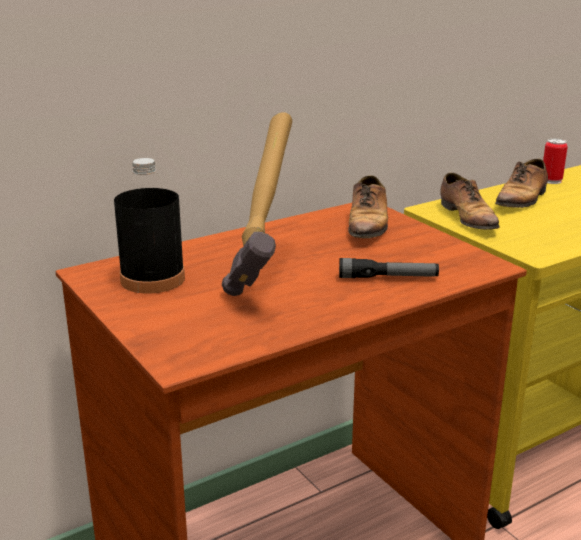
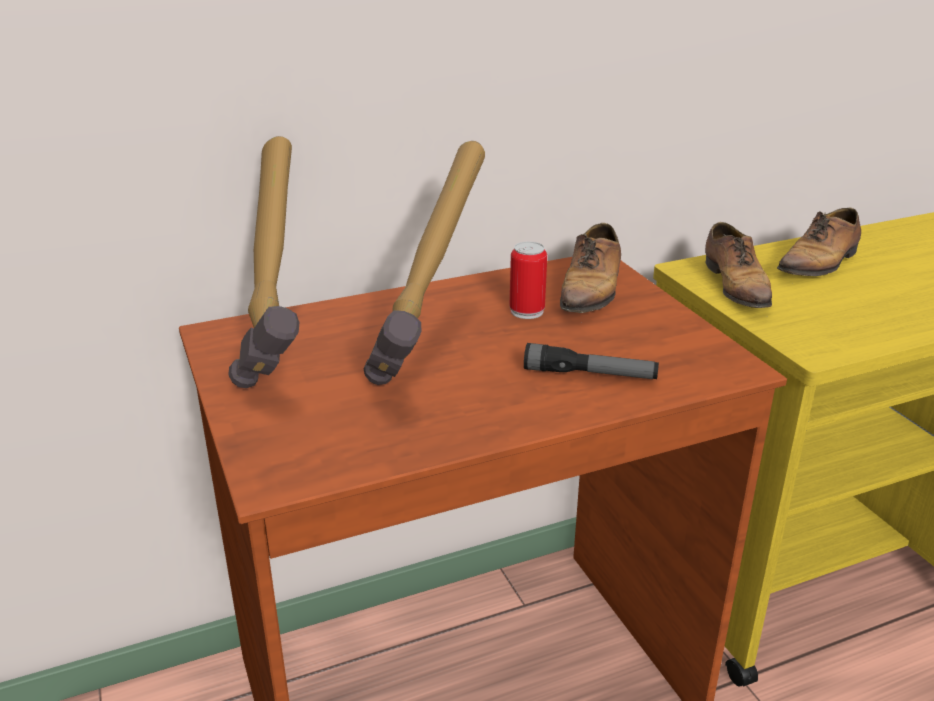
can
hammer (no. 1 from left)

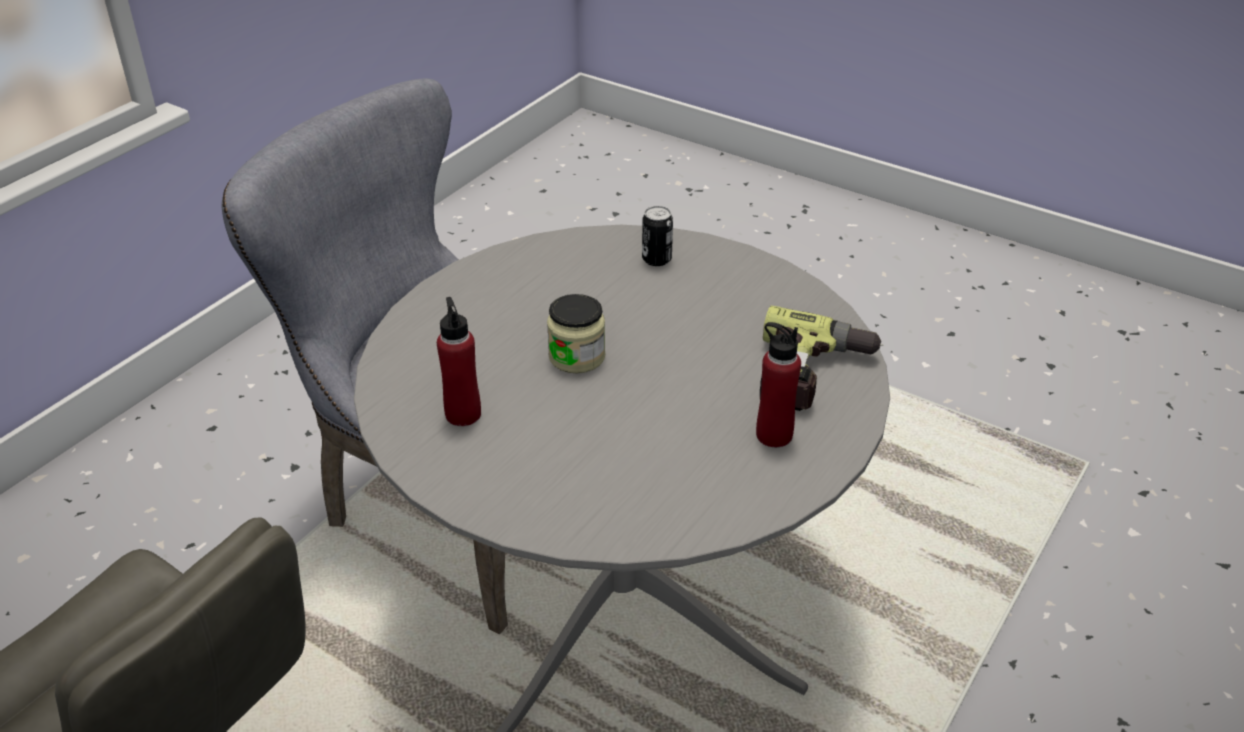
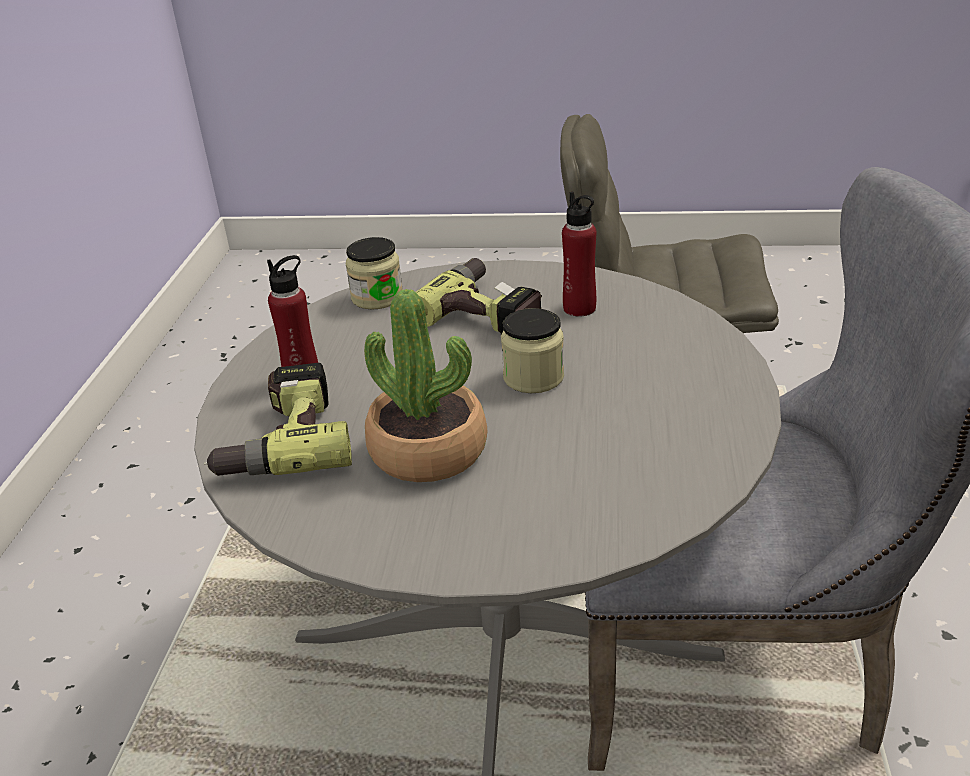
can
jar (no. 1 from left)
potted plant
power drill (no. 2 from left)

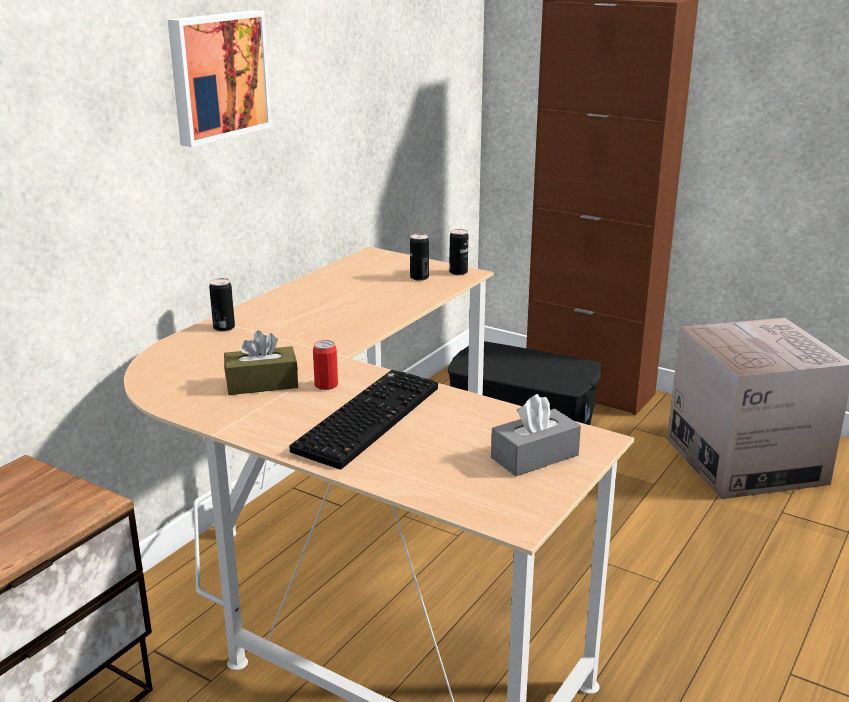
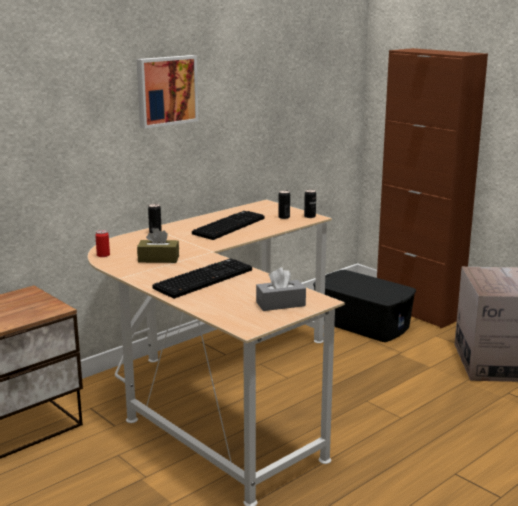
keyboard (no. 2 from left)
can (no. 1 from left)

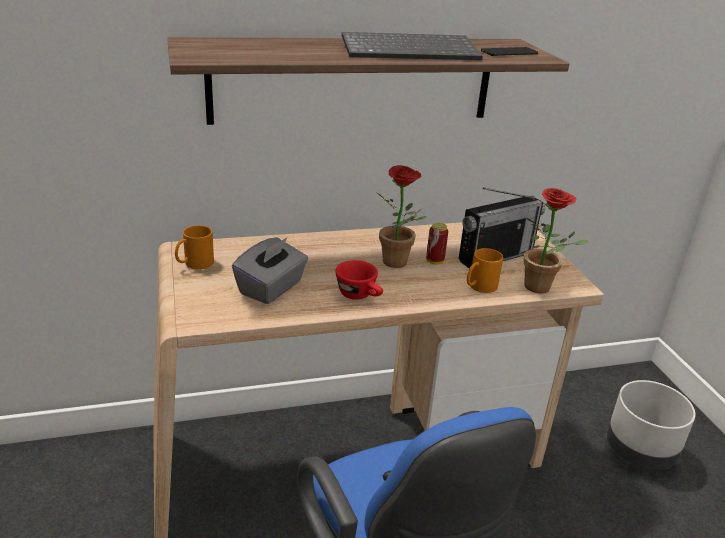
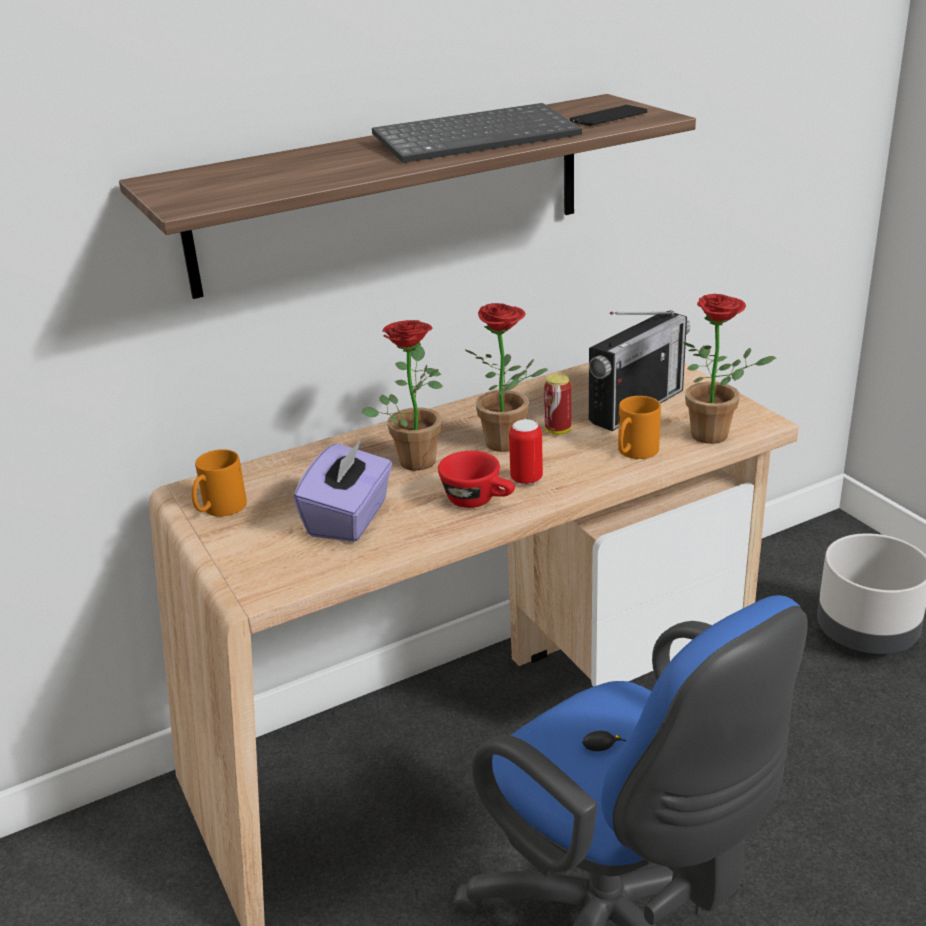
potted plant (no. 1 from left)
can (no. 1 from left)
purple tissue box

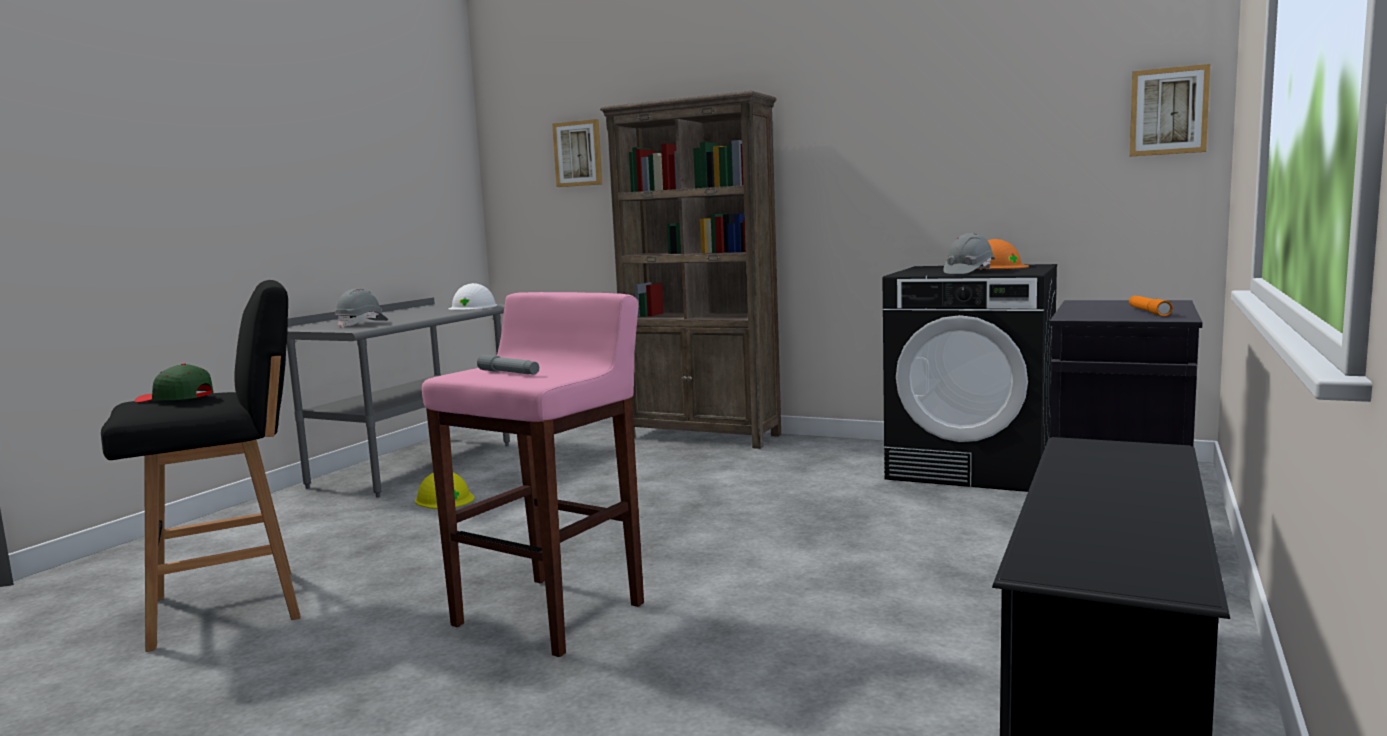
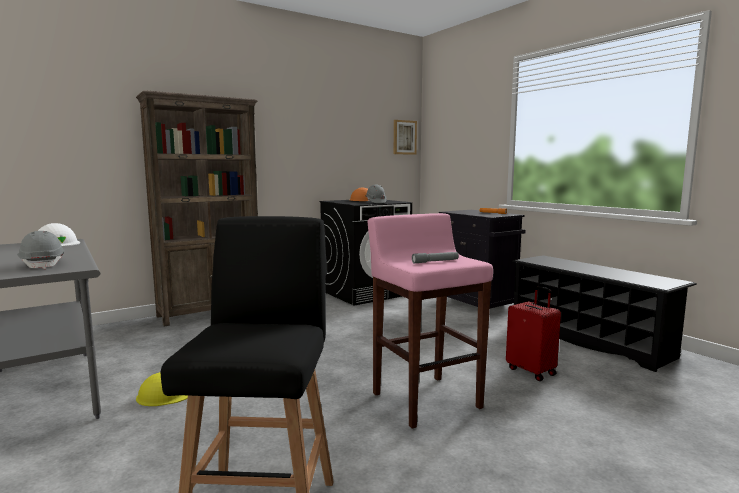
green cap
picture (no. 1 from left in the first image)
red suitcase

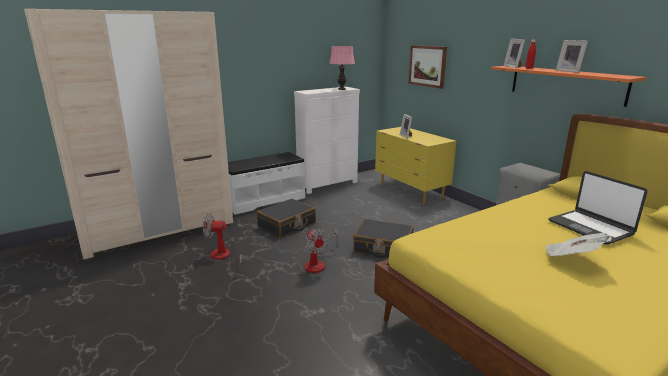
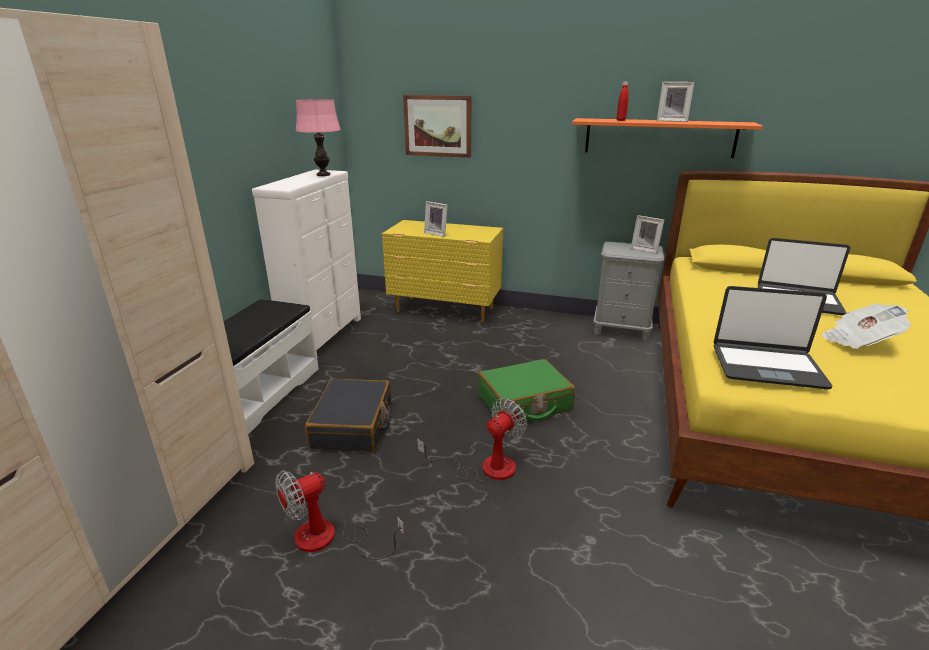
laptop (no. 1 from left)
picture frame (no. 2 from left)
green suitcase
fan (no. 2 from left)

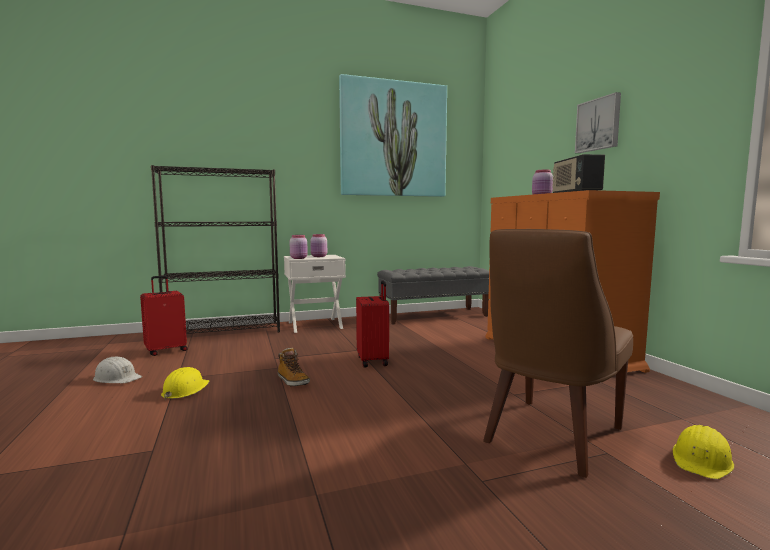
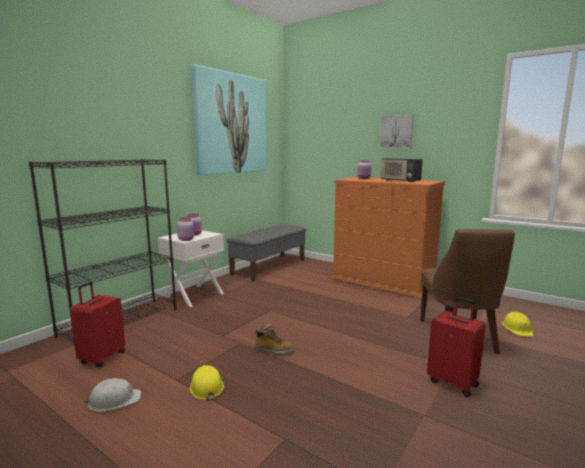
red suitcase (no. 2 from left)

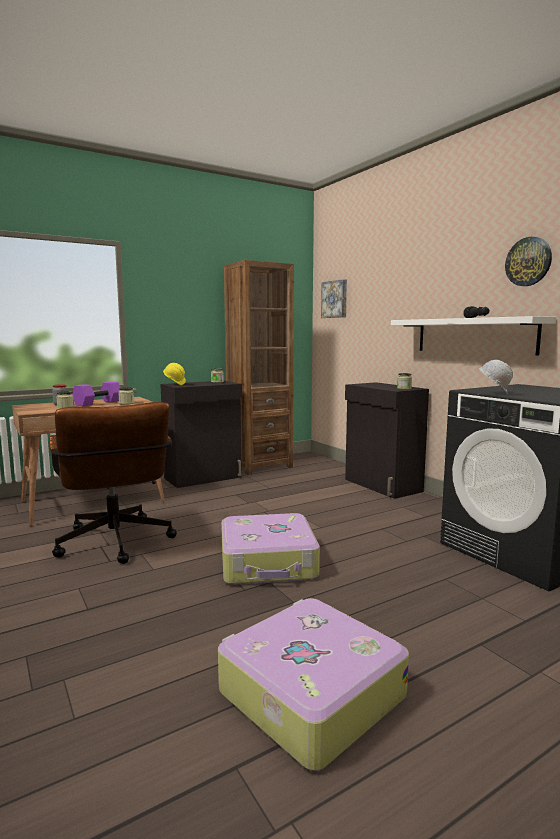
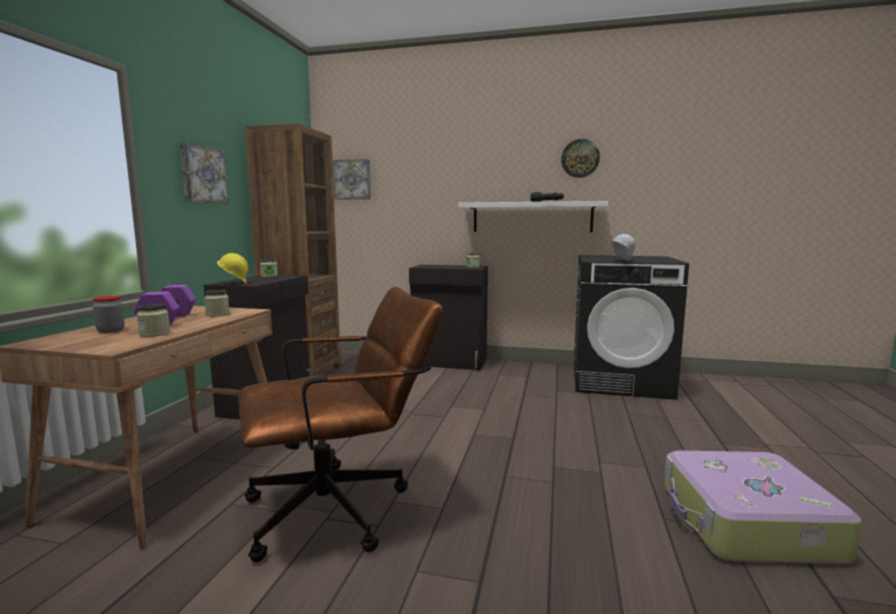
suitcase (no. 1 from left in the first image)
picture (no. 1 from left)
brown office chair

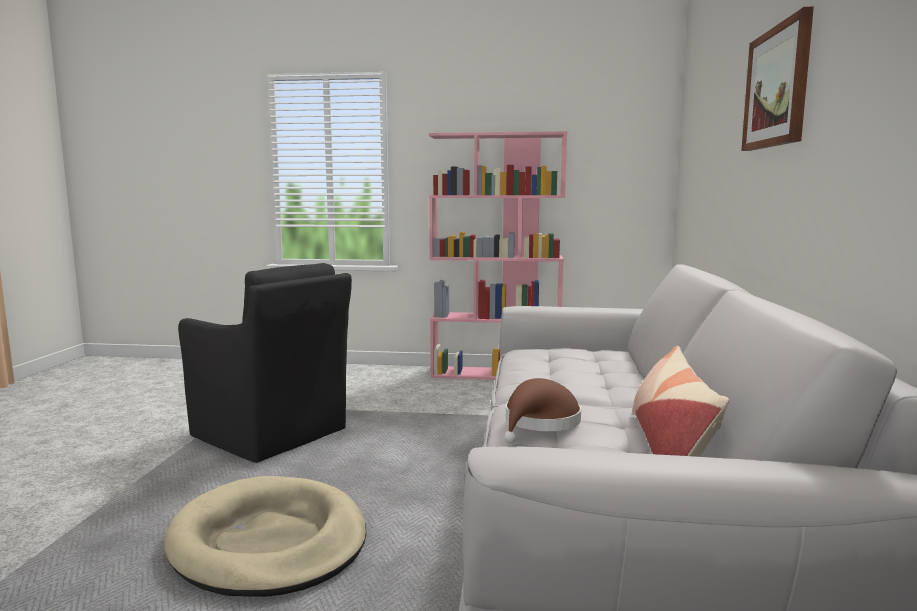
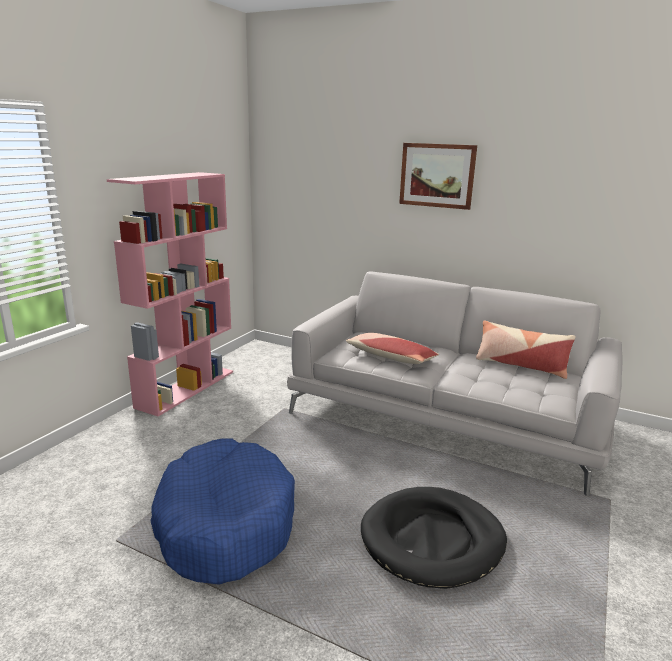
brown hat
pillow (no. 1 from left)
blue dog bed
black dog bed

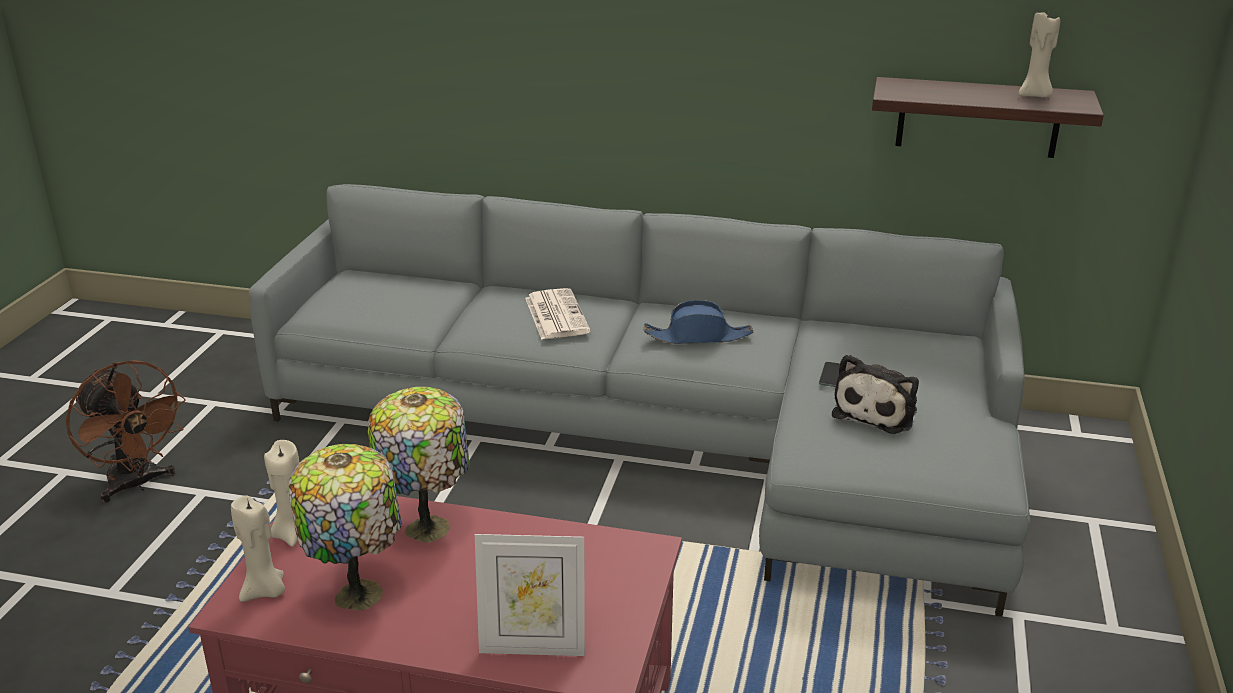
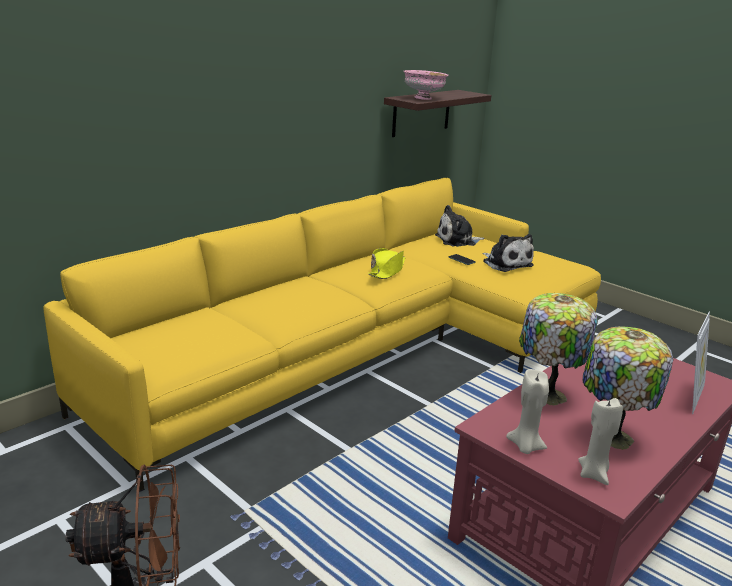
newspaper
beige candle (no. 3 from left in the first image)
pink bowl
plush toy (no. 1 from left)
yellow sofa
yellow hat

